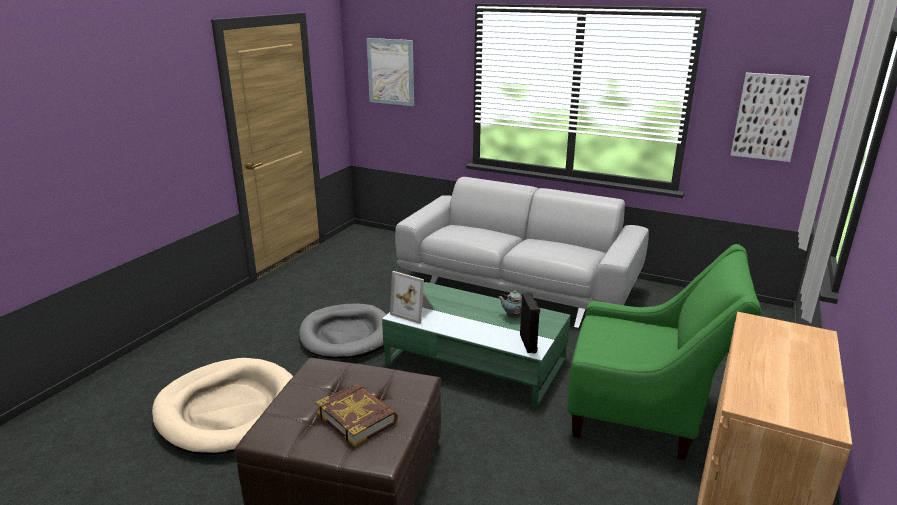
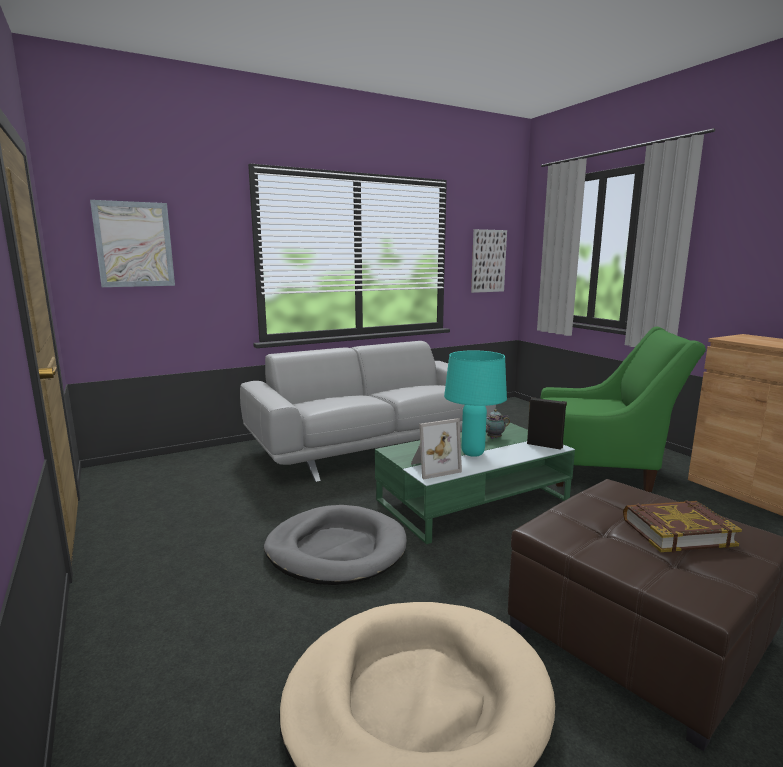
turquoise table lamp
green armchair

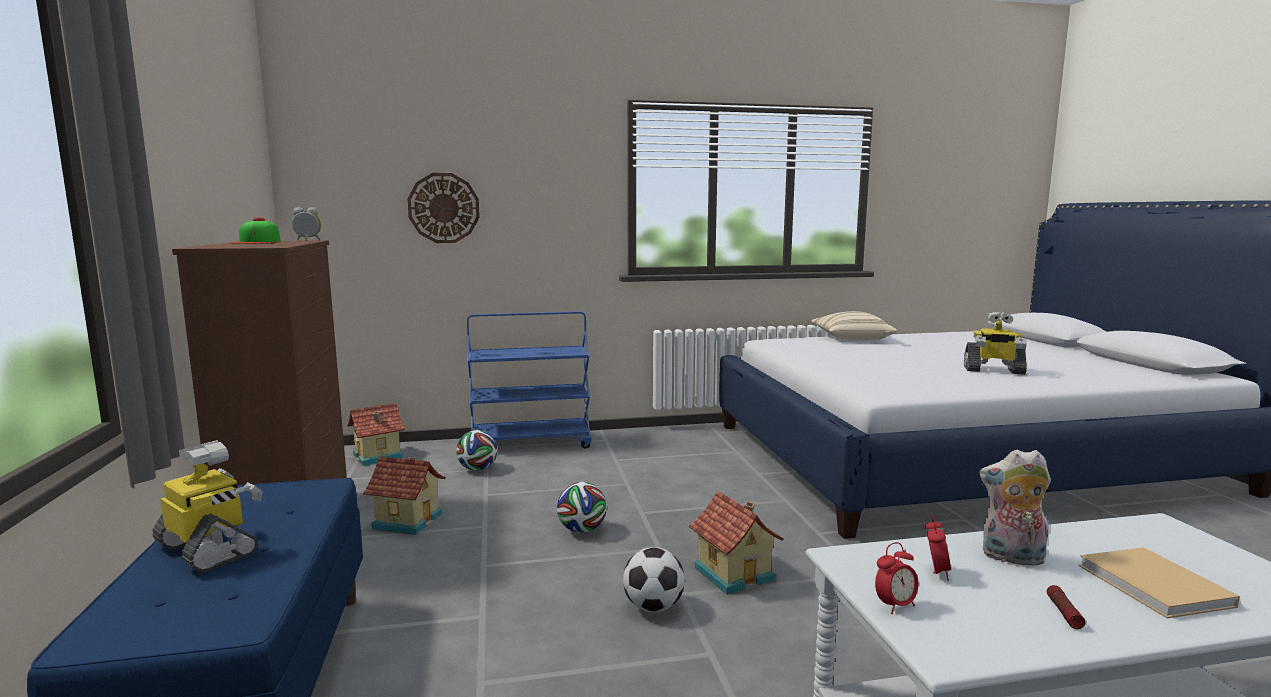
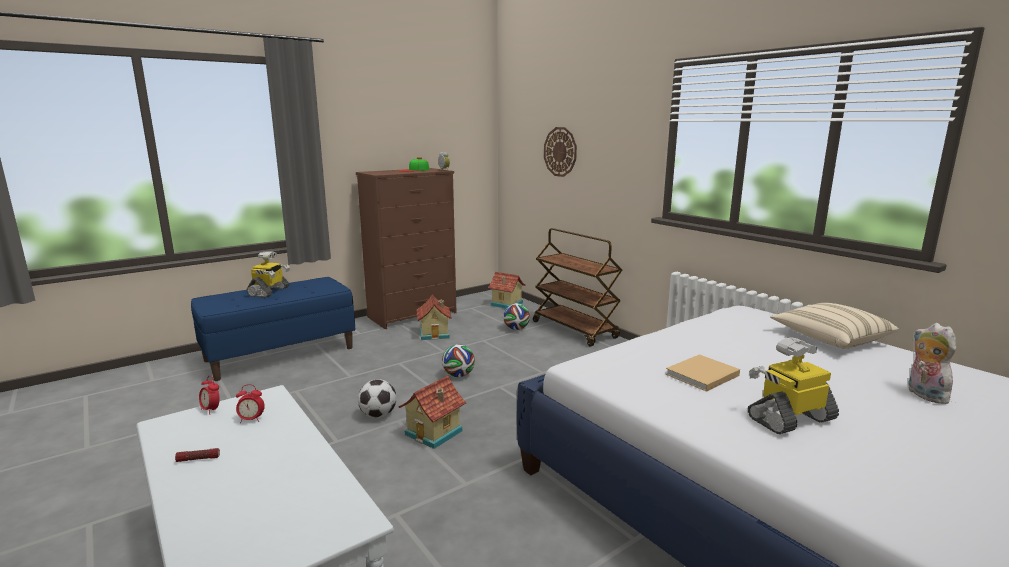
plush toy
beige book
brown cart
toy robot (no. 2 from left)

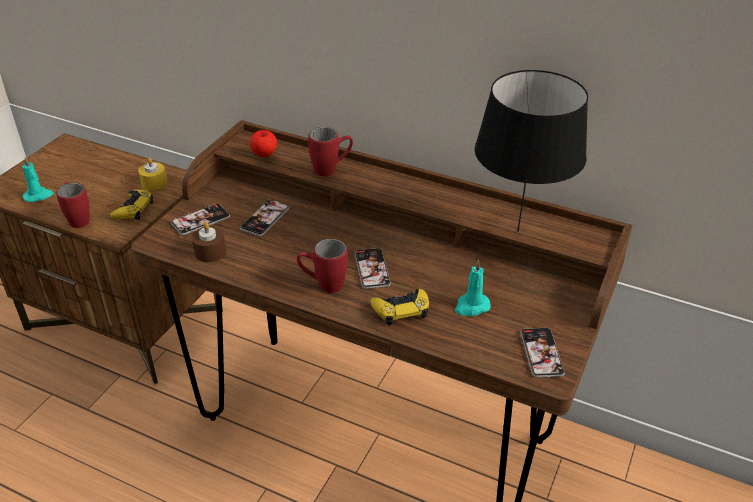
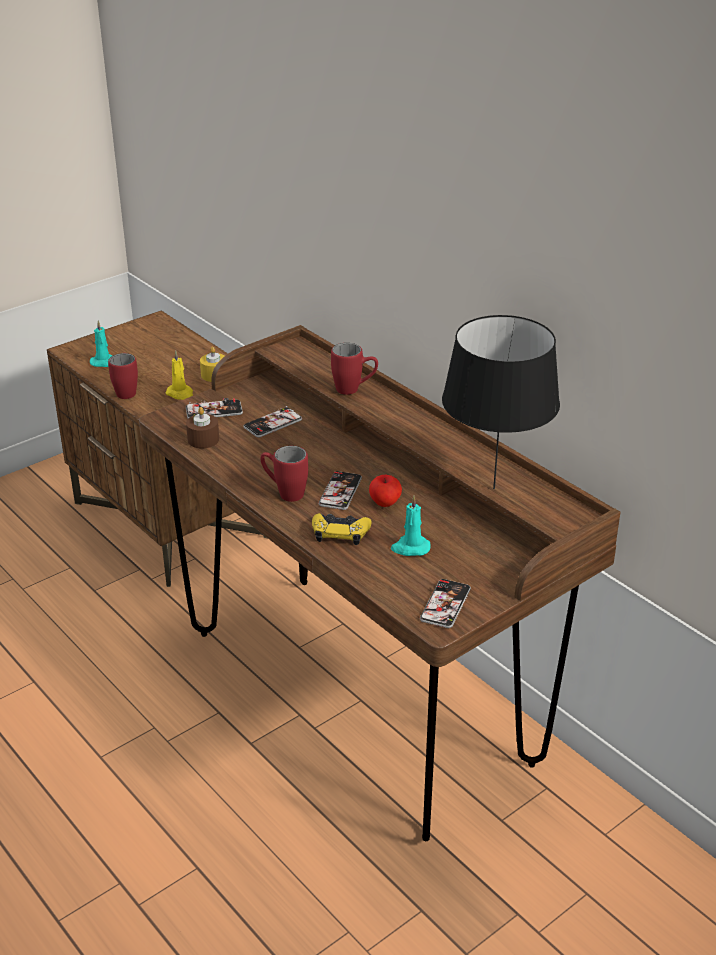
apple
yellow candle (no. 1 from left)

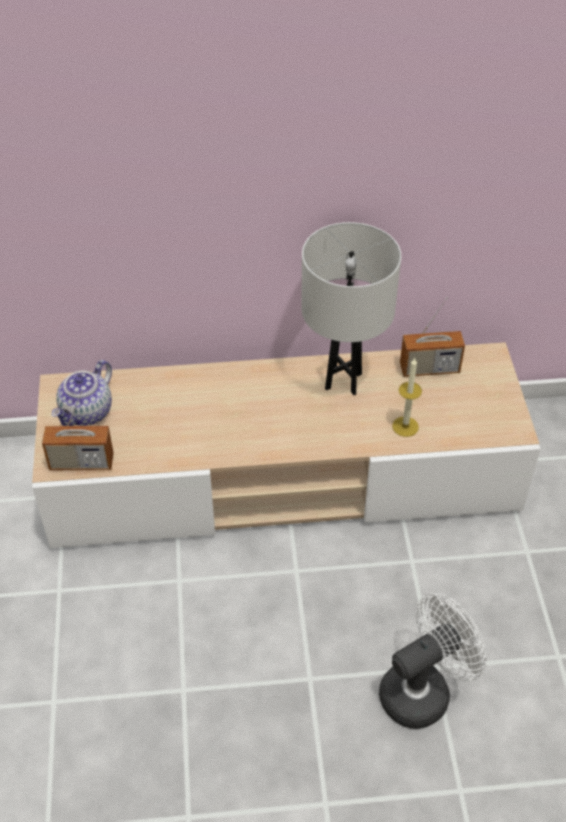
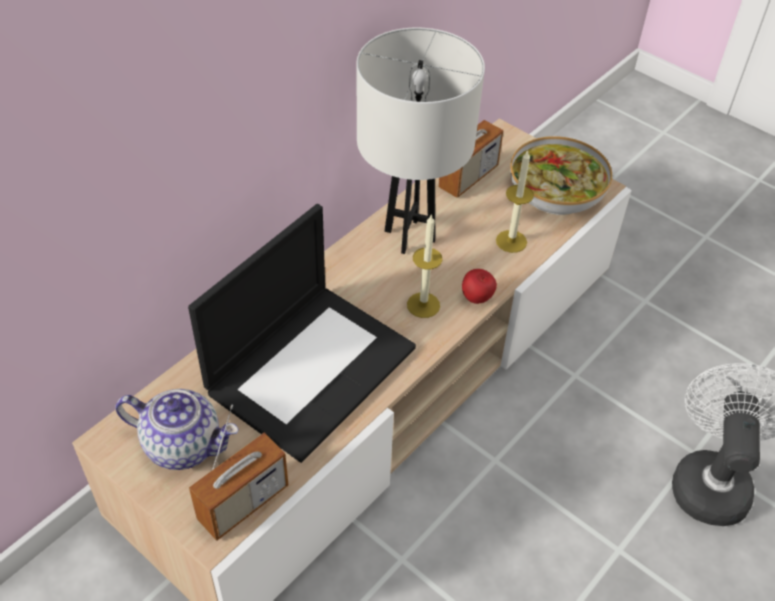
laptop
candle (no. 1 from left)
apple
bowl
teapot

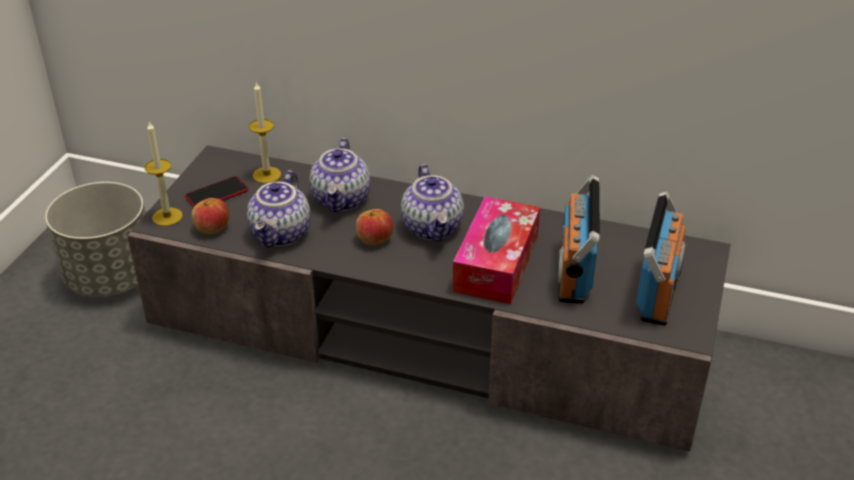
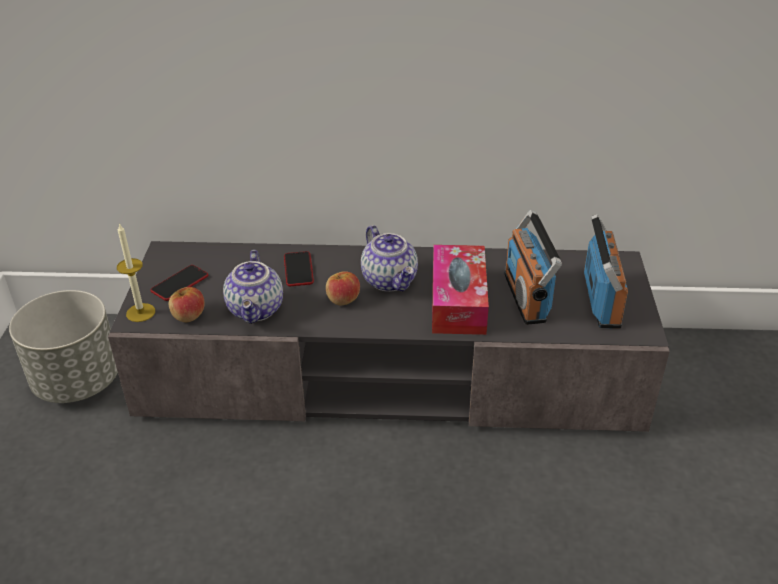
candle (no. 2 from left in the first image)
phone (no. 2 from left)

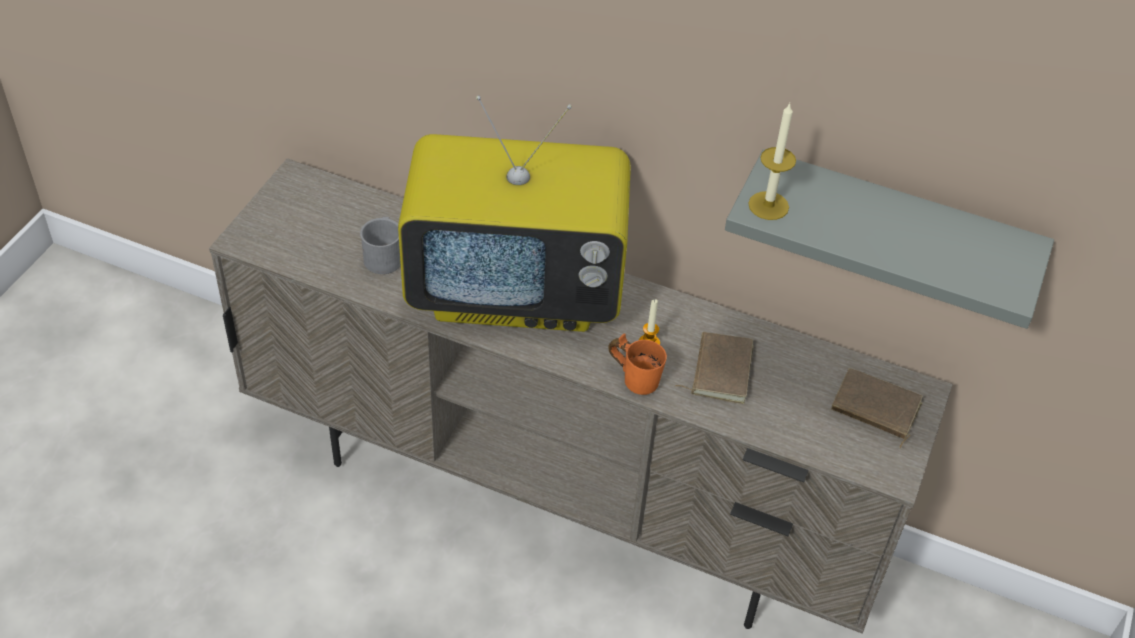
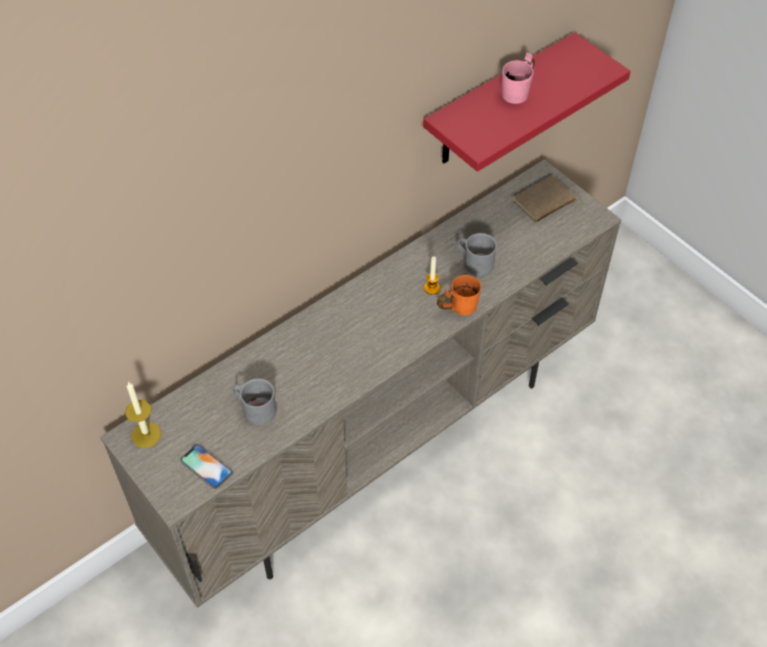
television
phone
pink mug
candle (no. 1 from left)
grey mug (no. 2 from left)
red shelf

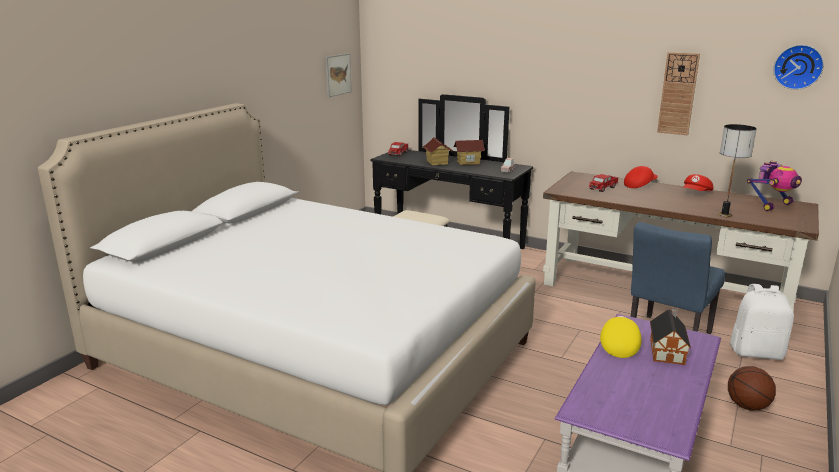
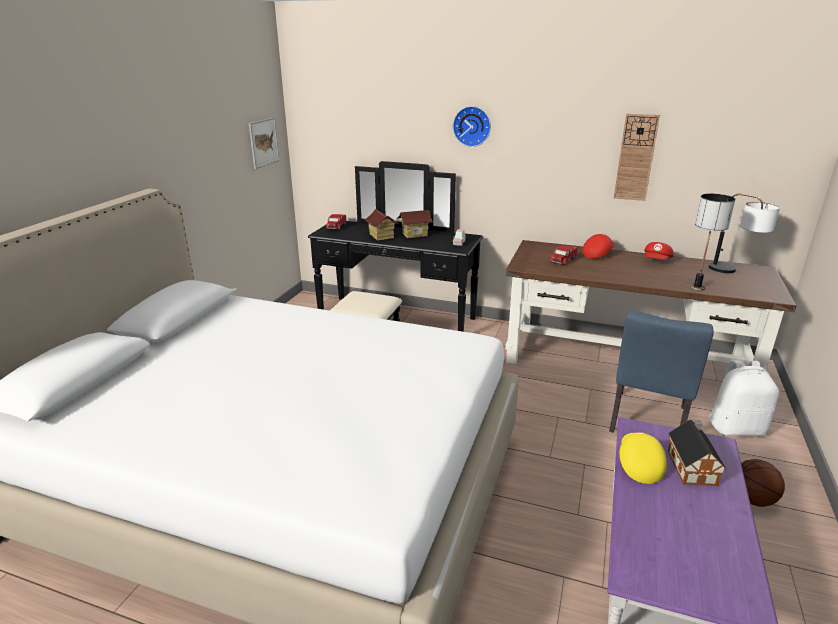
wall clock (no. 1 from left)
table lamp (no. 2 from left)

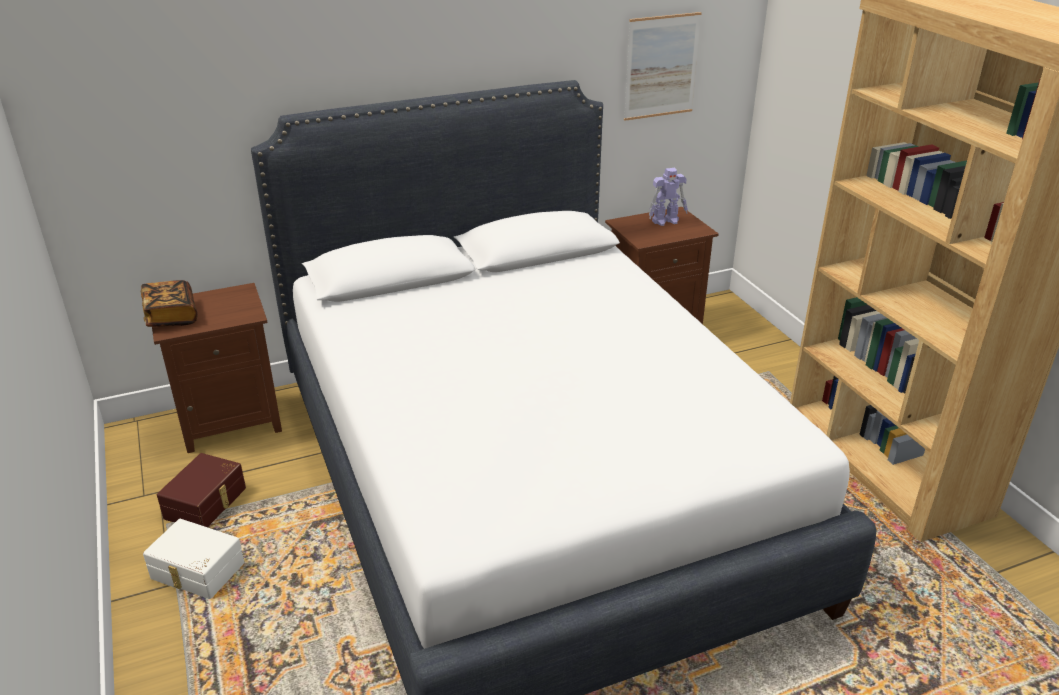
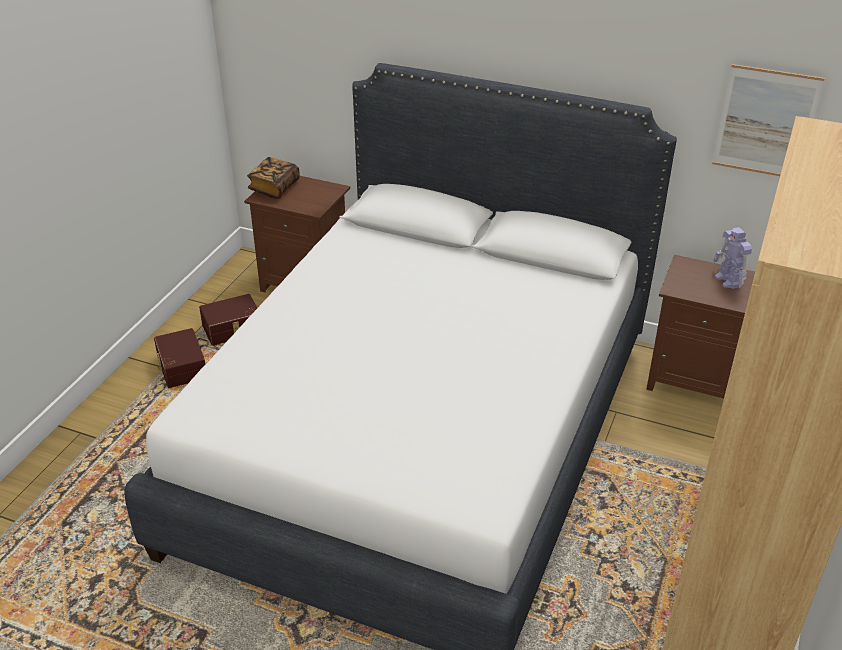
brown storage box (no. 1 from left)
toy robot

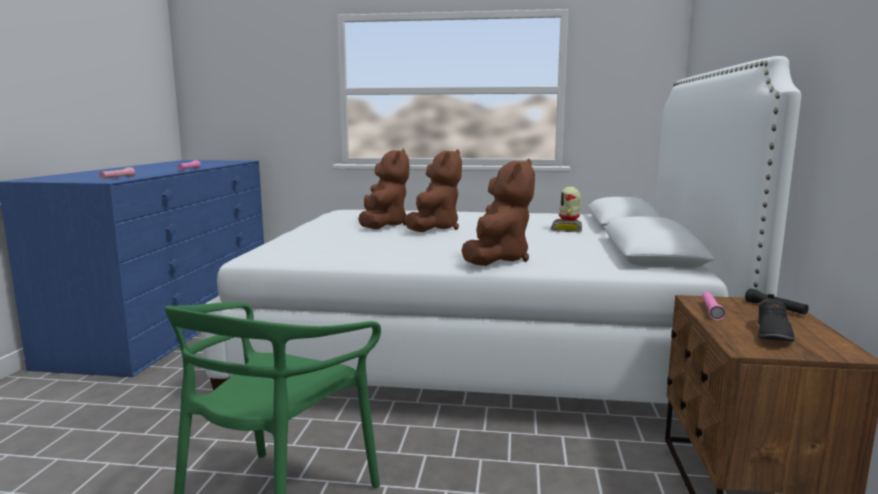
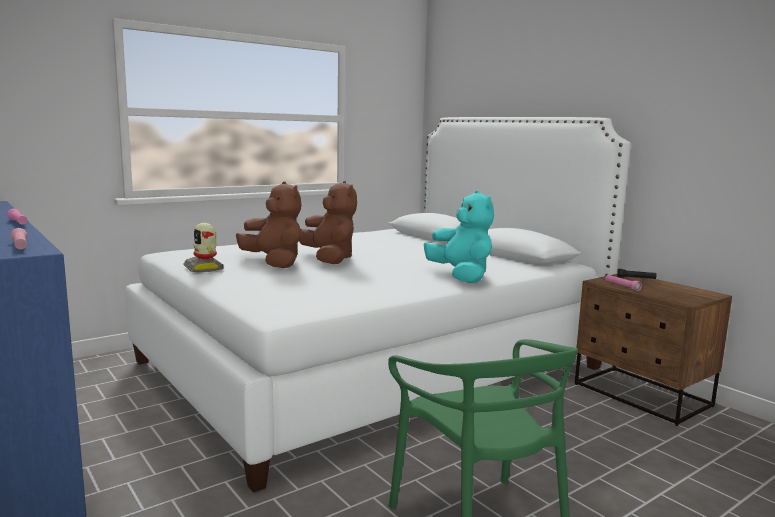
black shoe
toy robot
turquoise plush toy

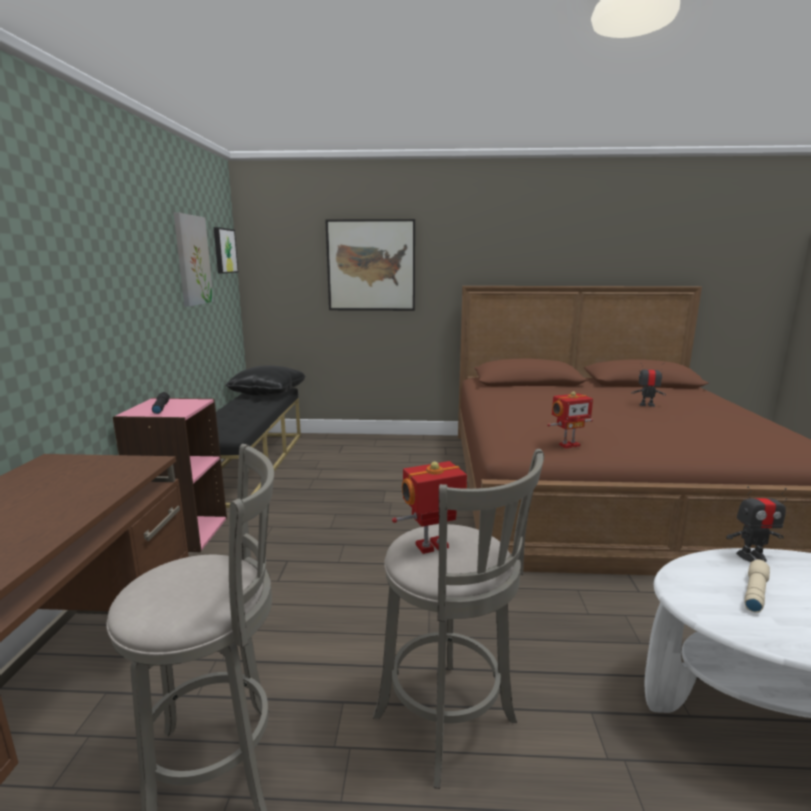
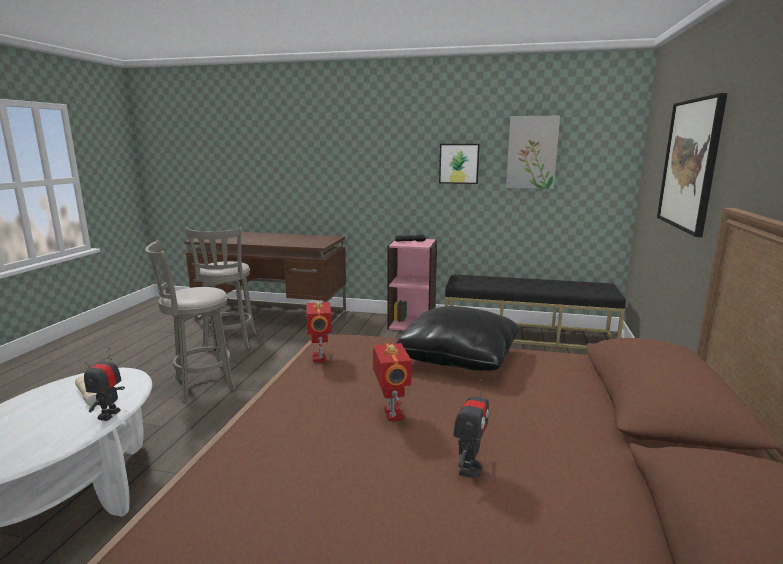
picture (no. 1 from left)
black pillow
toy robot (no. 3 from left)

